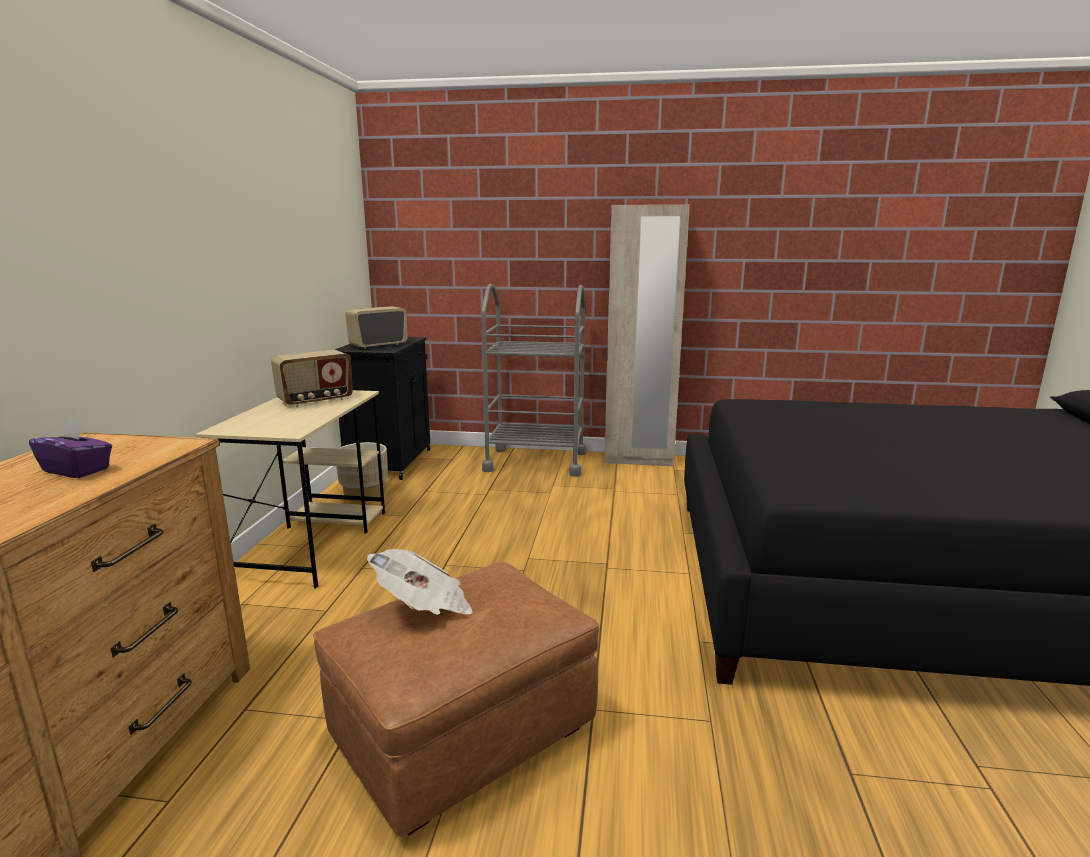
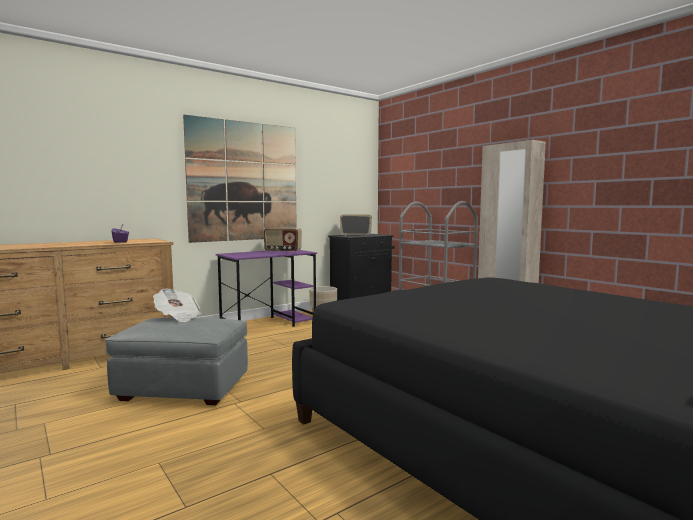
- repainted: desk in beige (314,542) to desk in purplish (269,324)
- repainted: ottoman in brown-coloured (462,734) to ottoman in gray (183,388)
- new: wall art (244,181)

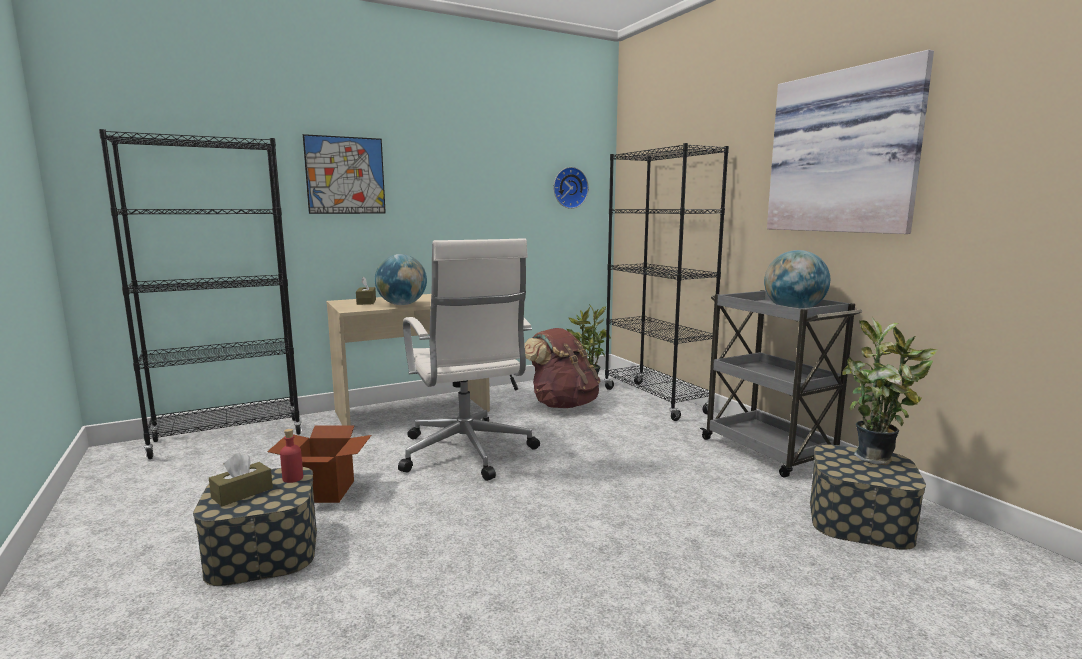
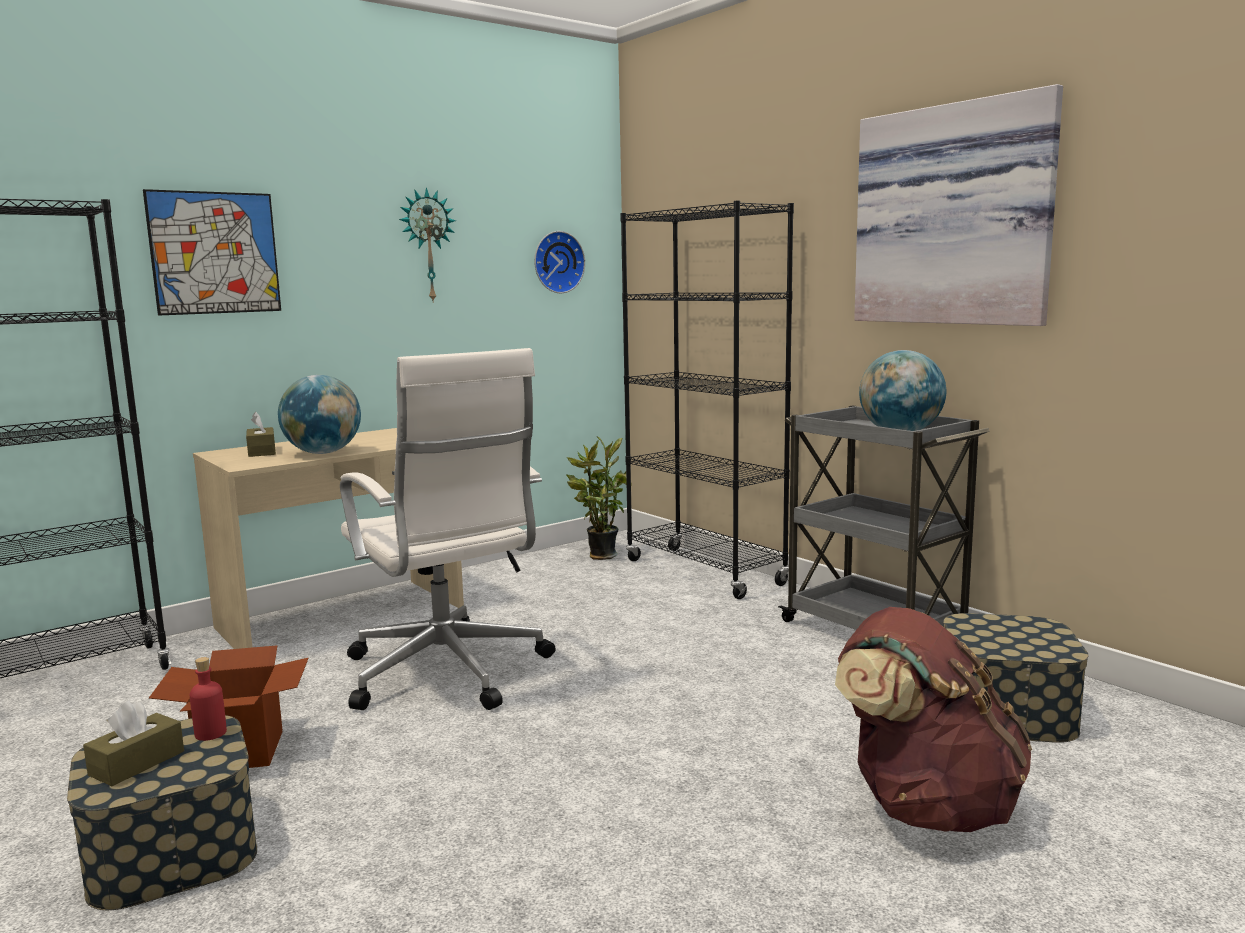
- gone: potted plant (878,459)
- shifted: backpack in brown-coloured (562,404) to (925,806)
- new: wall clock (427,246)

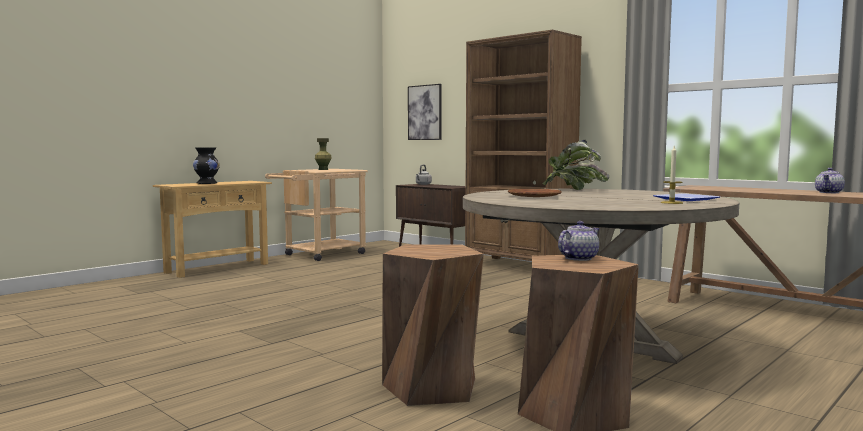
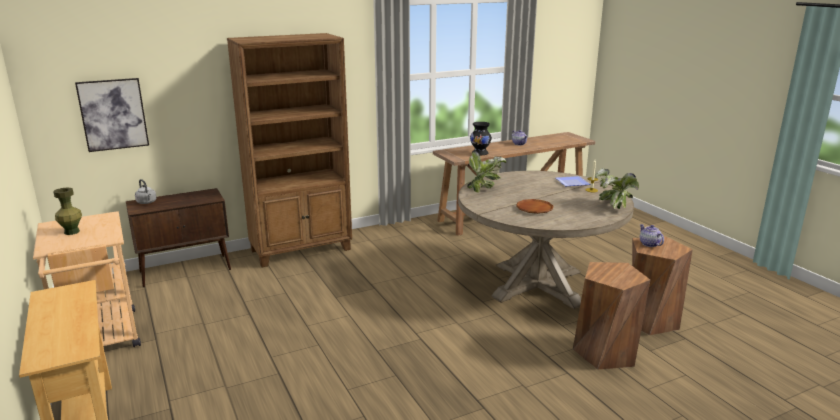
- shifted: decorative vase in black-coloured (207,183) to (480,153)
- new: potted plant (614,206)

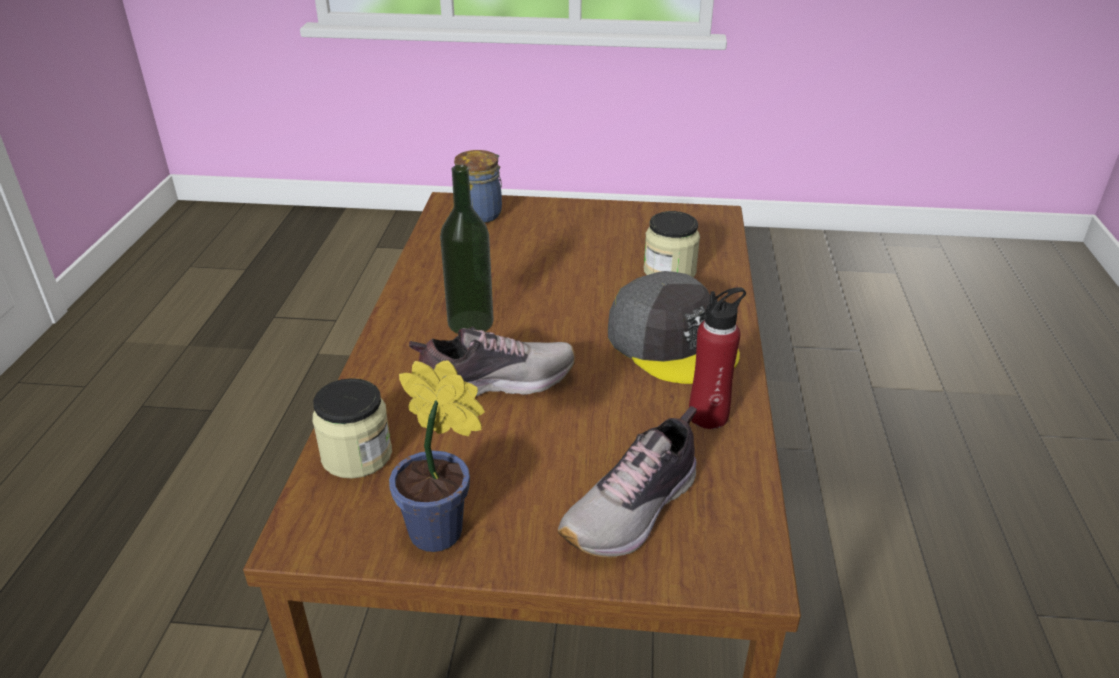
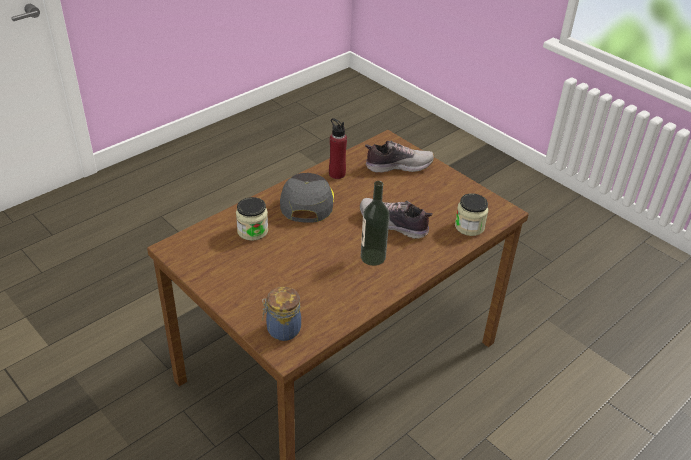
- gone: potted plant (443,534)

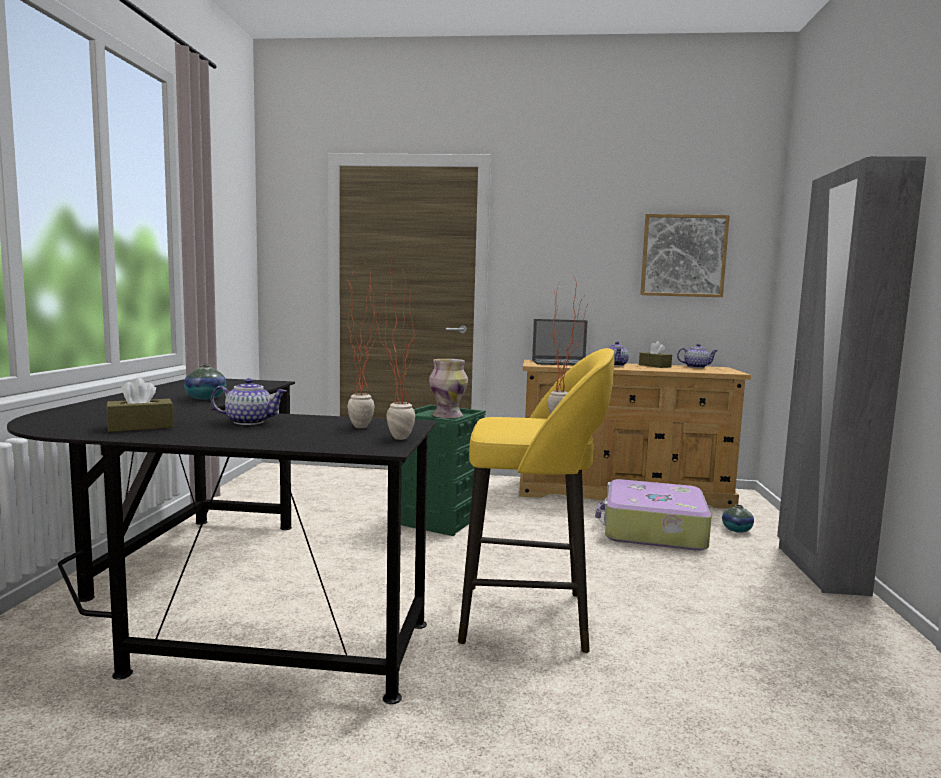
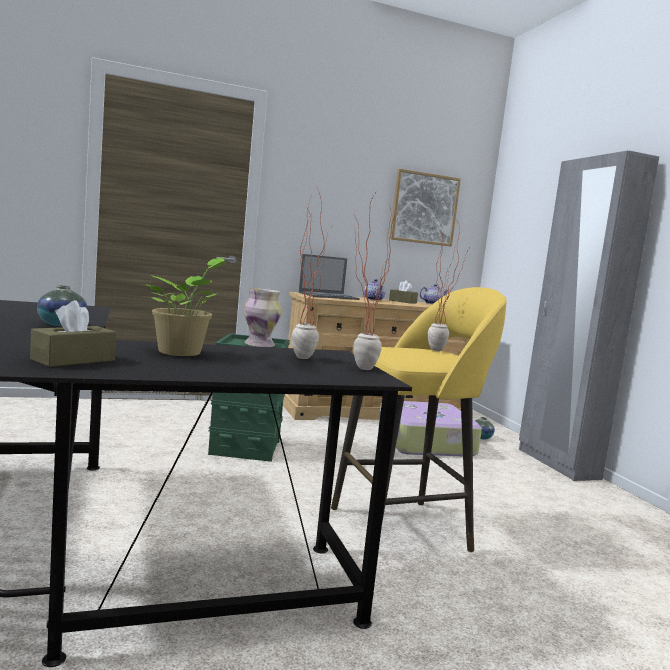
- swapped: teapot (250,422) to potted plant (182,353)

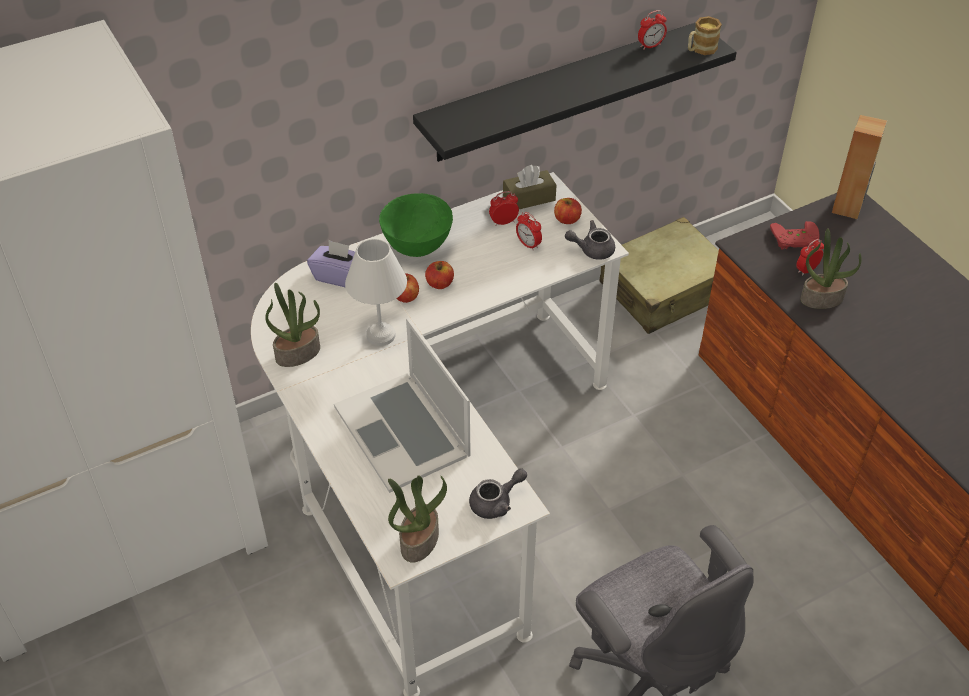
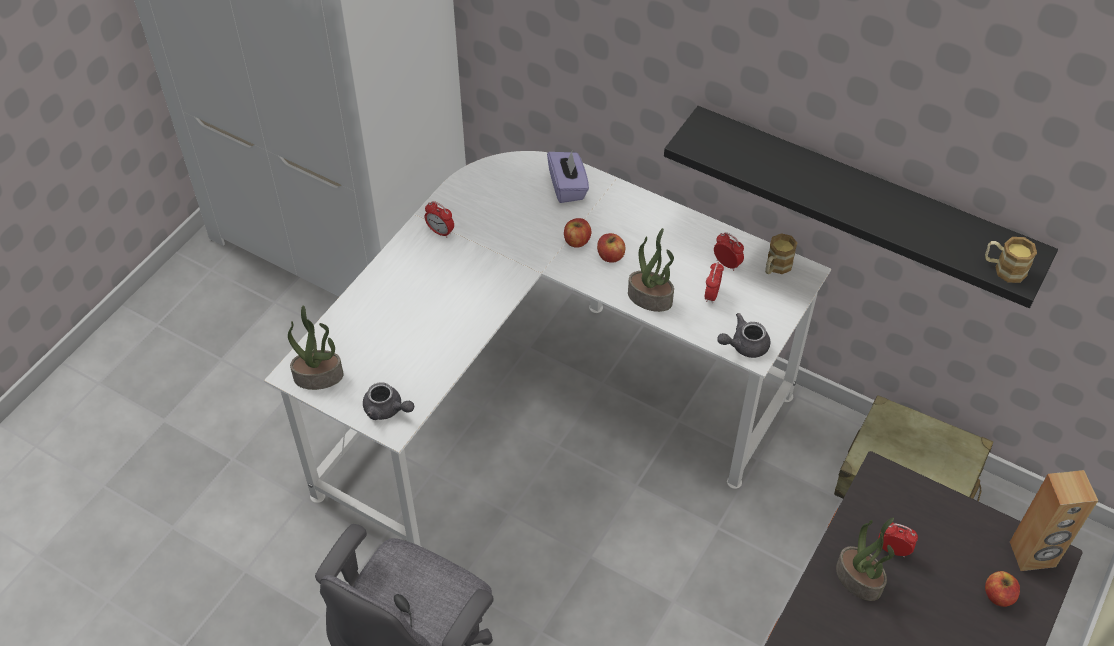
- shifted: table clock (650,46) to (440,231)
- swapped: tissue box in brown-coloured (529,198) to coffee mug (776,267)
- gone: serving bowl in green-coloured (416,247)
- shifted: apple fruit (567,219) to (998,595)
- rotated: teapot in gray (592,249) = (744,345) 75 degrees counterclockwise
- gone: joypad in red-coloured (795,240)
- gone: lamp for a table in whitish (382,336)
- shifted: potted plant (298,353) to (651,298)
- gone: portable computer (402,430)

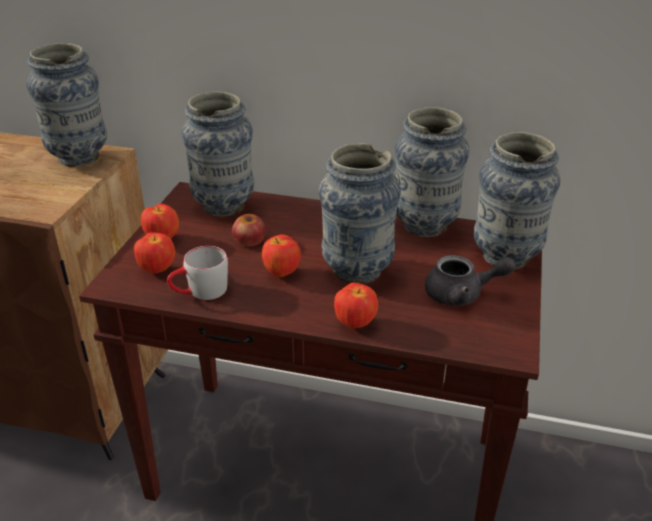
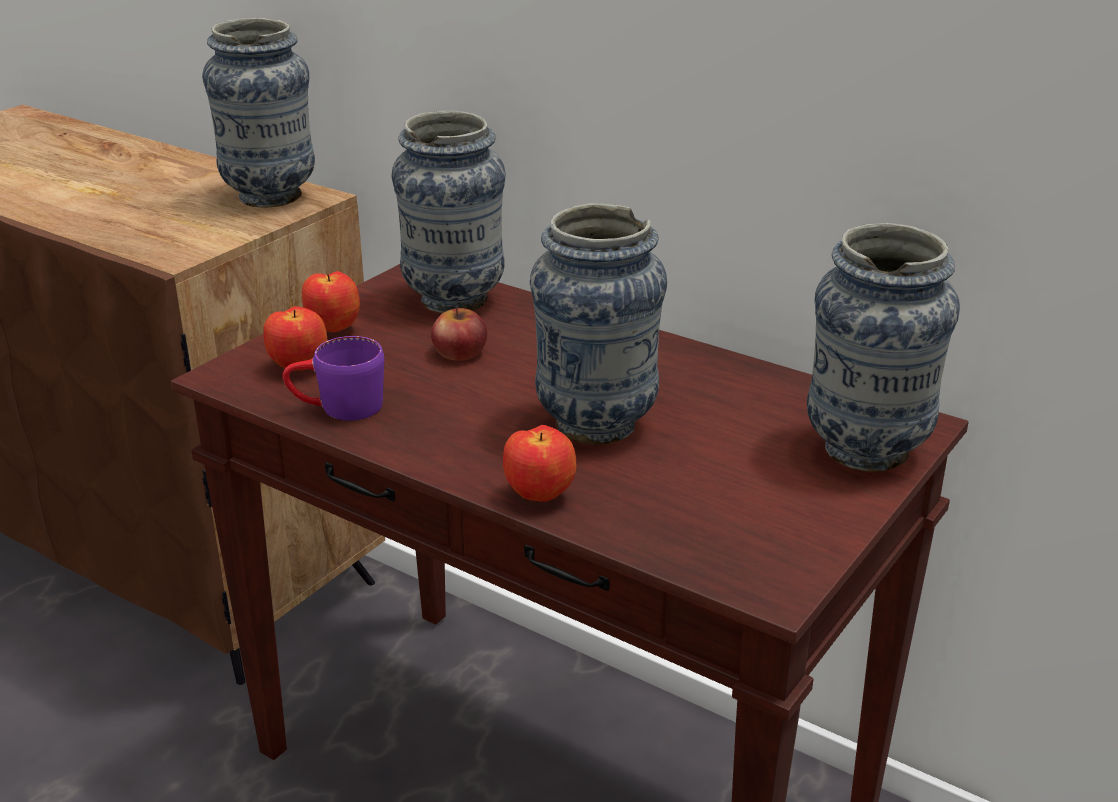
- gone: decorative vase (425,226)
- gone: apple fruit (282,273)
- repainted: coffee mug in gray (200,292) to coffee mug in purplish (337,408)
- gone: teapot in gray (462,294)

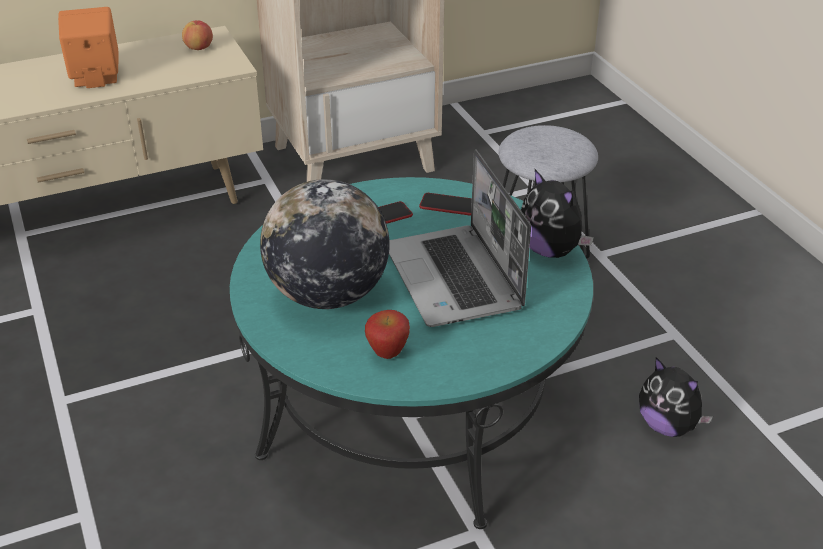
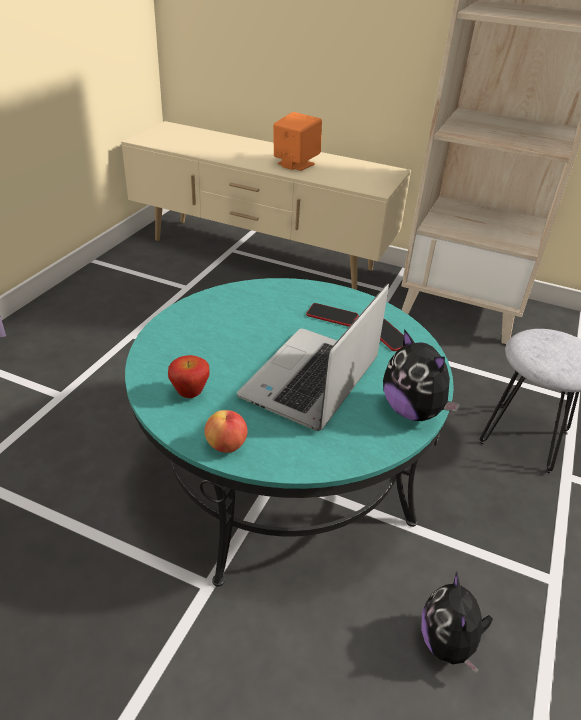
- shifted: apple fruit (199,48) to (226,445)
- rotated: cuddly toy (551,250) = (413,410) 45 degrees counterclockwise
- gone: world globe (328,295)

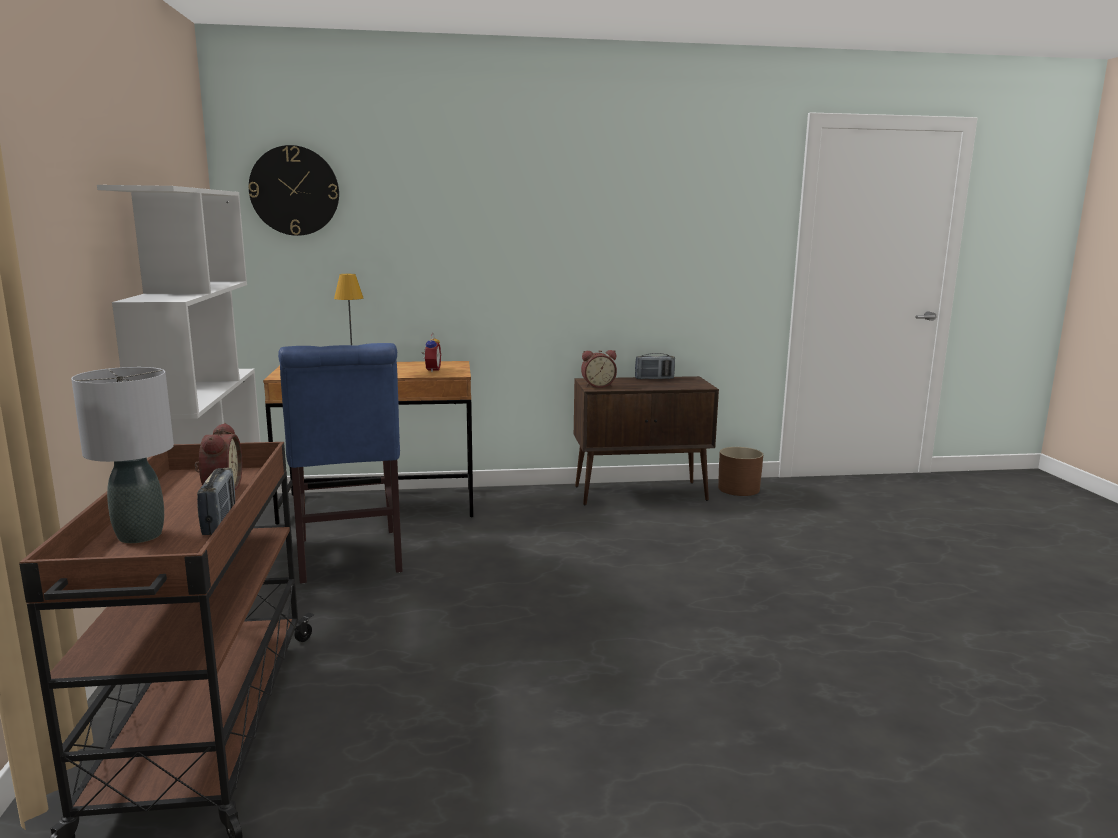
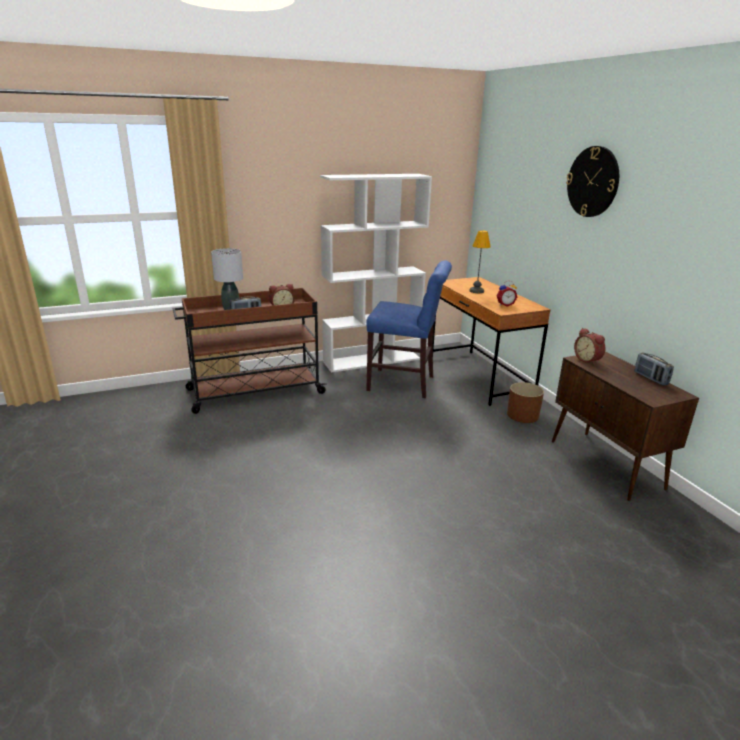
- shifted: wall clock (294,191) to (593,182)
- rotated: plain chair in bluish (349,559) = (405,384) 135 degrees counterclockwise
- shifted: flower pot in brown-coloured (739,489) to (523,415)

